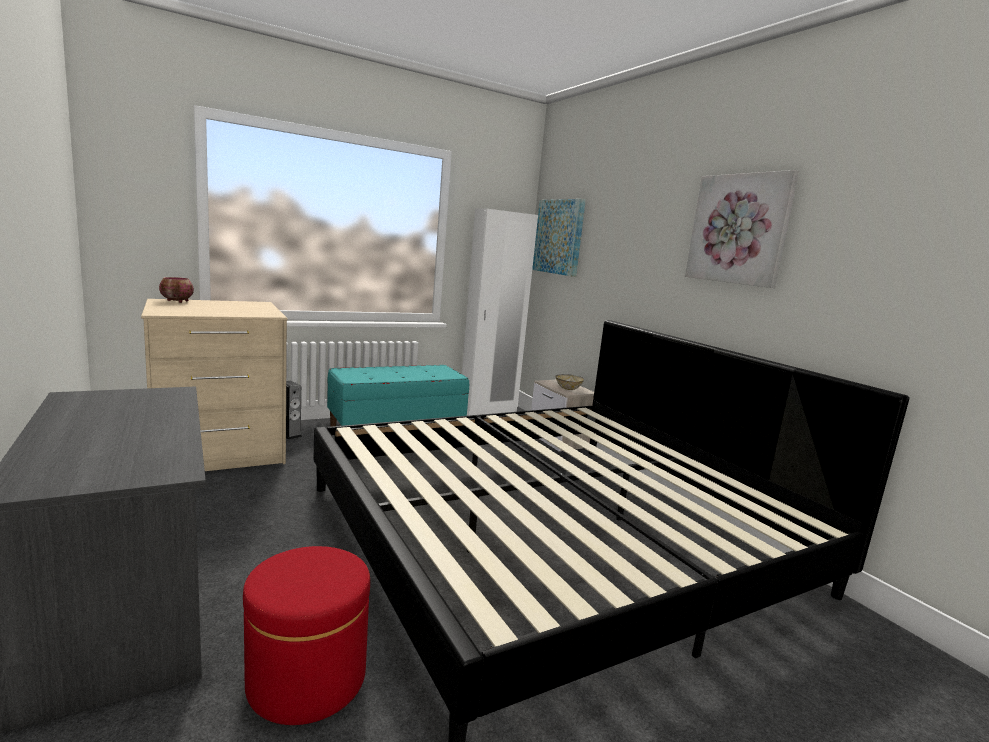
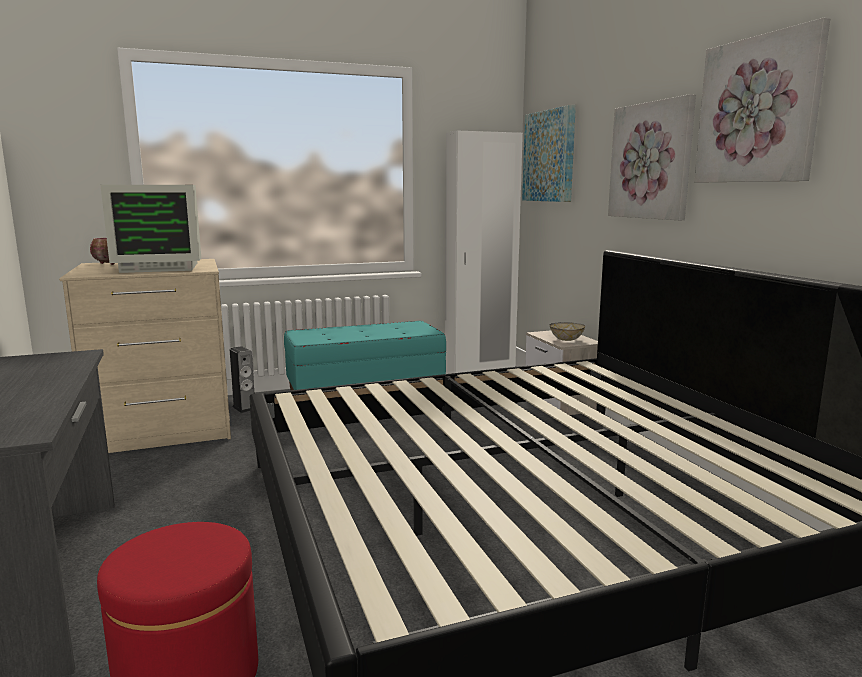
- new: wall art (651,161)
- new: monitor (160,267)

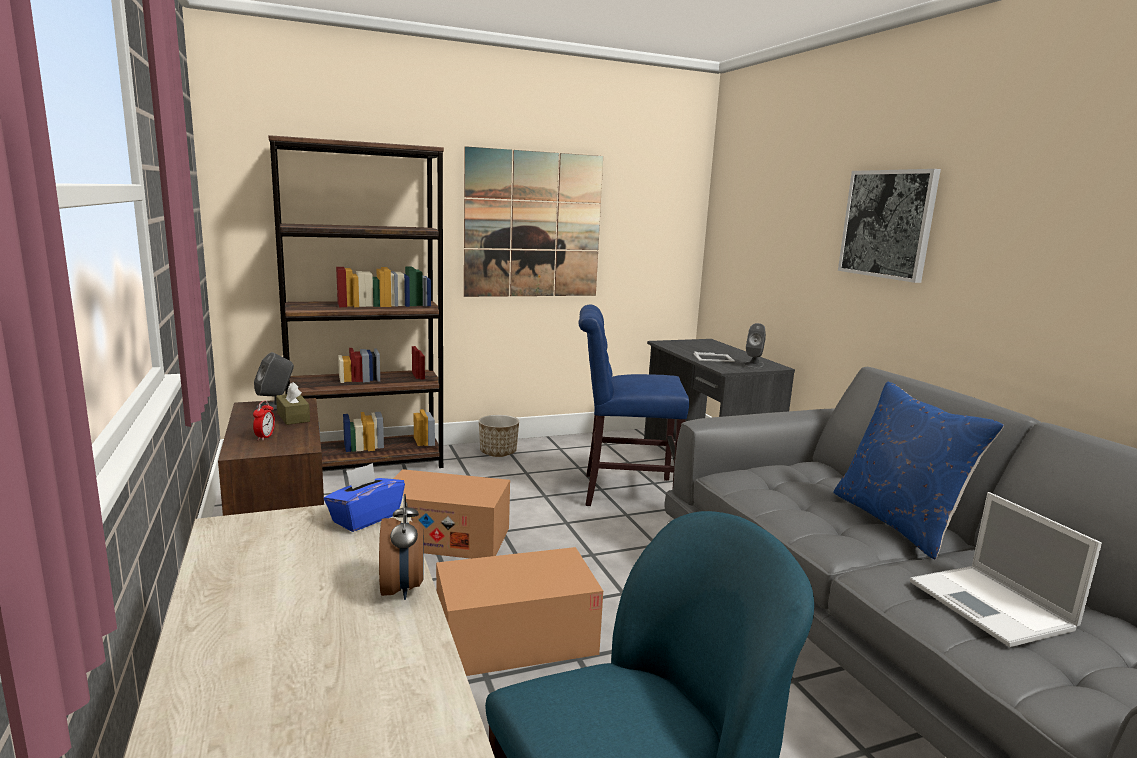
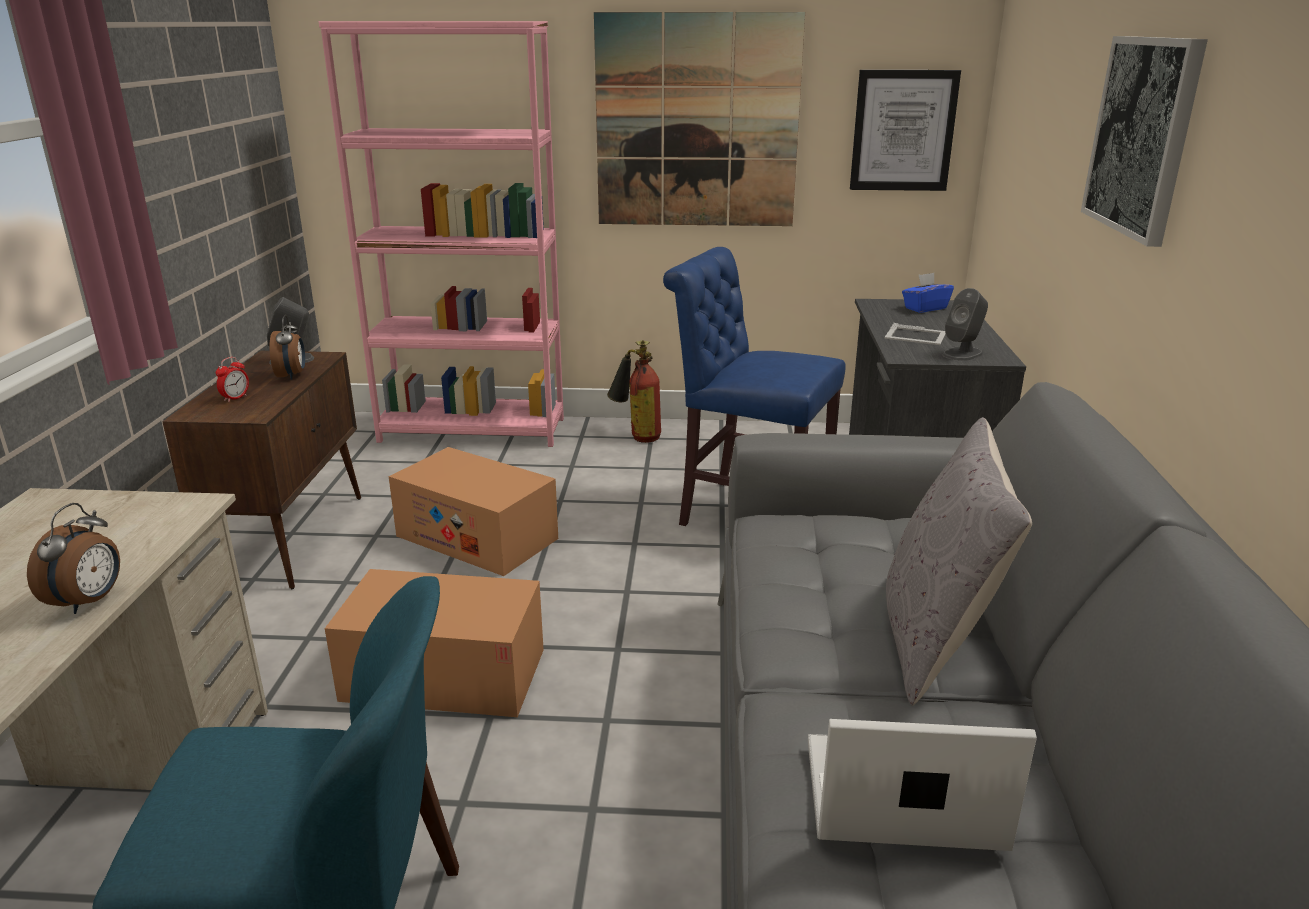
- repainted: bookshelf in brown-coloured (367,463) to bookshelf in pink (473,430)
- swapped: tissue box in brown-coloured (293,417) to table clock (292,375)
- repainted: pillow in bluish (897,522) to pillow in gray (936,637)
- swapped: flower pot (498,452) to fire-fighting cylinder (636,435)
- shifted: tissue box in bluish (365,518) to (925,308)
- rotated: portable computer (992,606) = (897,795) 90 degrees clockwise
- new: wall art (903,131)

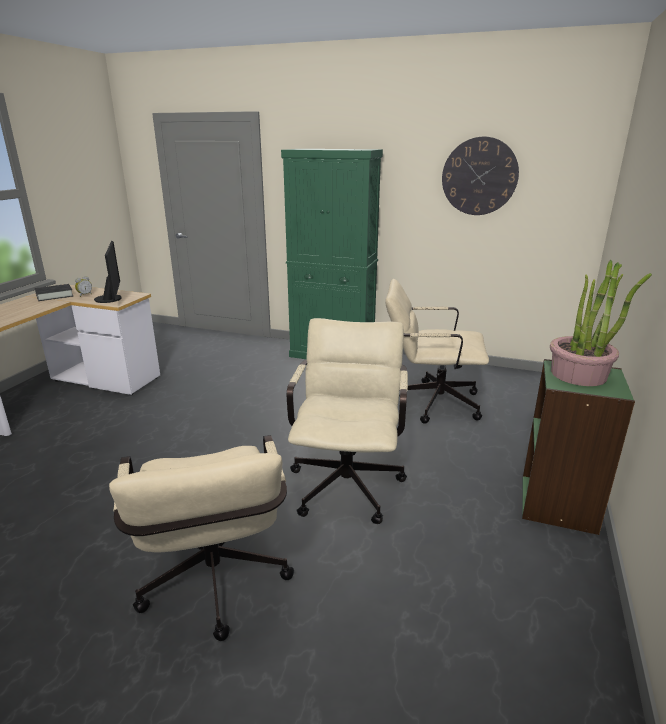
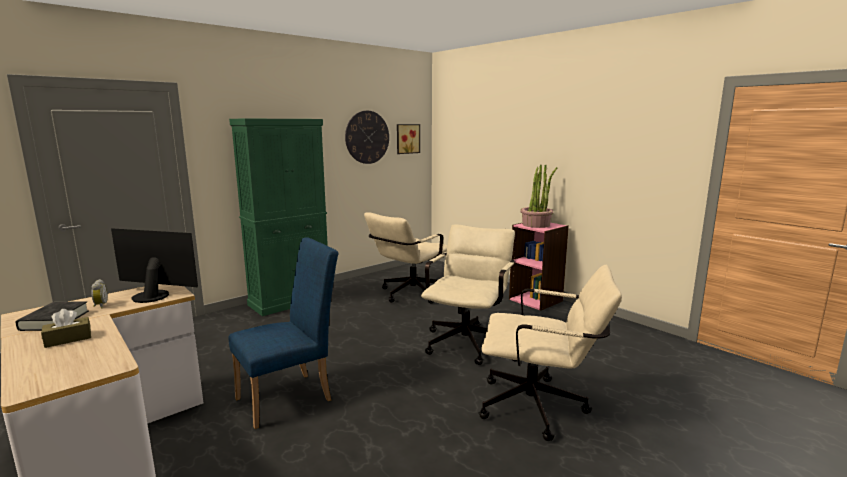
- rotated: desk chair in beige (348,480) = (467,340) 75 degrees clockwise
- repainted: bookshelf in green-coloured (559,504) to bookshelf in pink (536,300)
- new: wall art (407,138)
- new: plain chair in bluish (291,397)
- new: tissue box in brown-coloured (68,339)

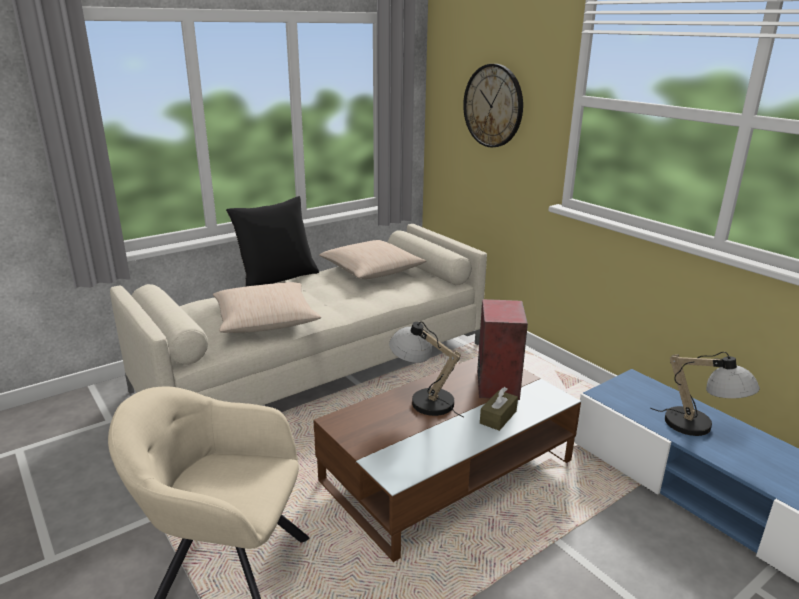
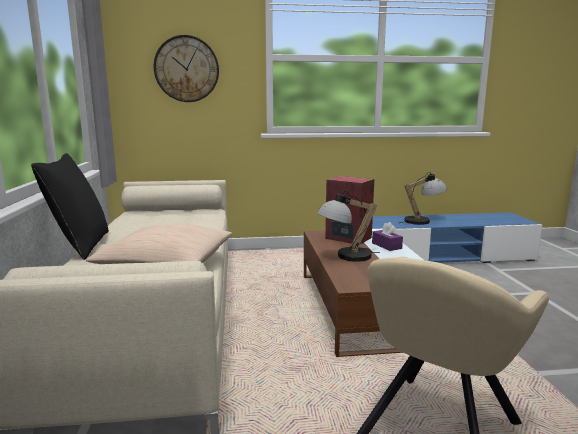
- gone: pillow in beige (371,270)
- repainted: tissue box in brown-coloured (498,417) to tissue box in purplish (386,246)

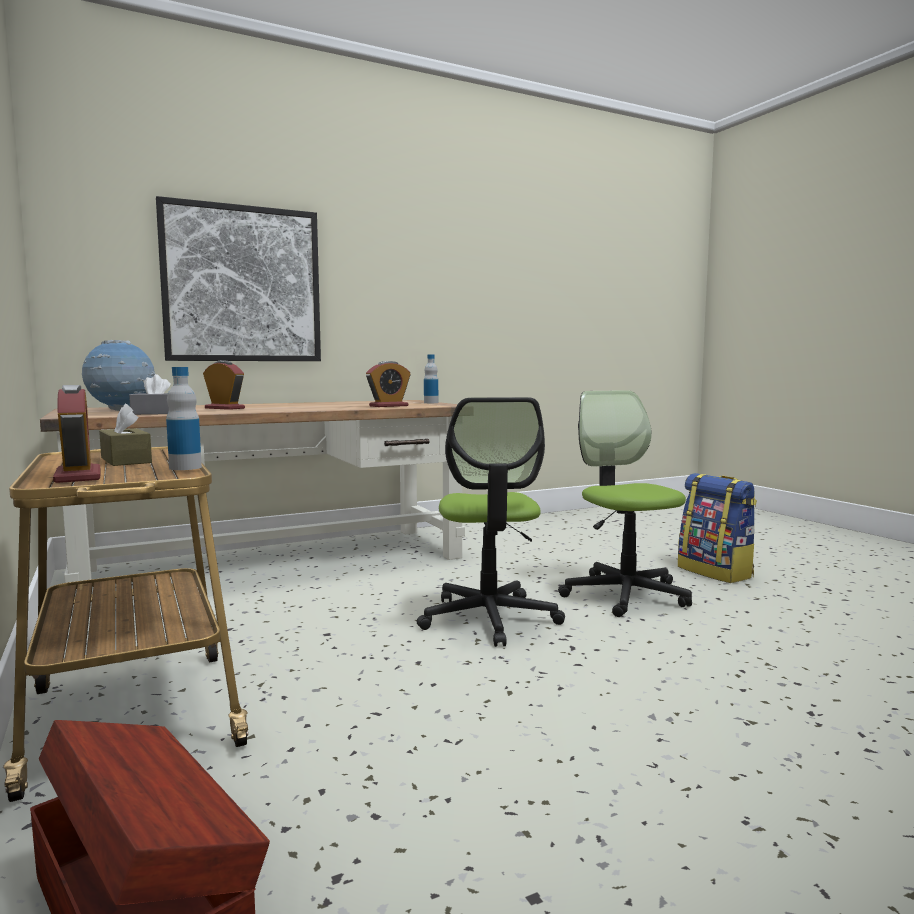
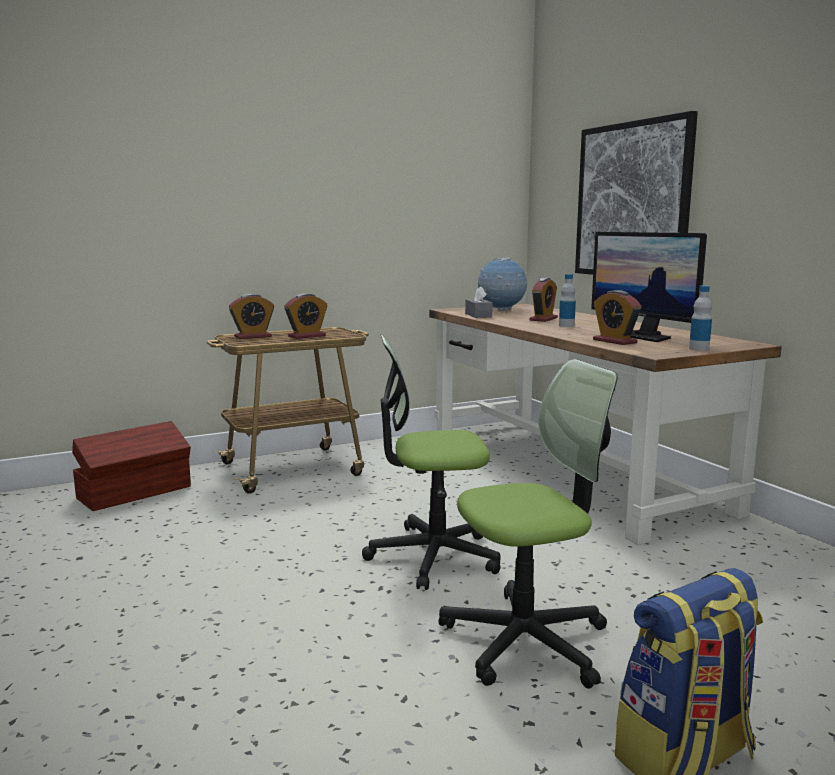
- shifted: drink bottle (185,467) to (566,325)
- swapped: tissue box in brown-coloured (126,460) to table clock (307,336)
- new: monitor (643,336)

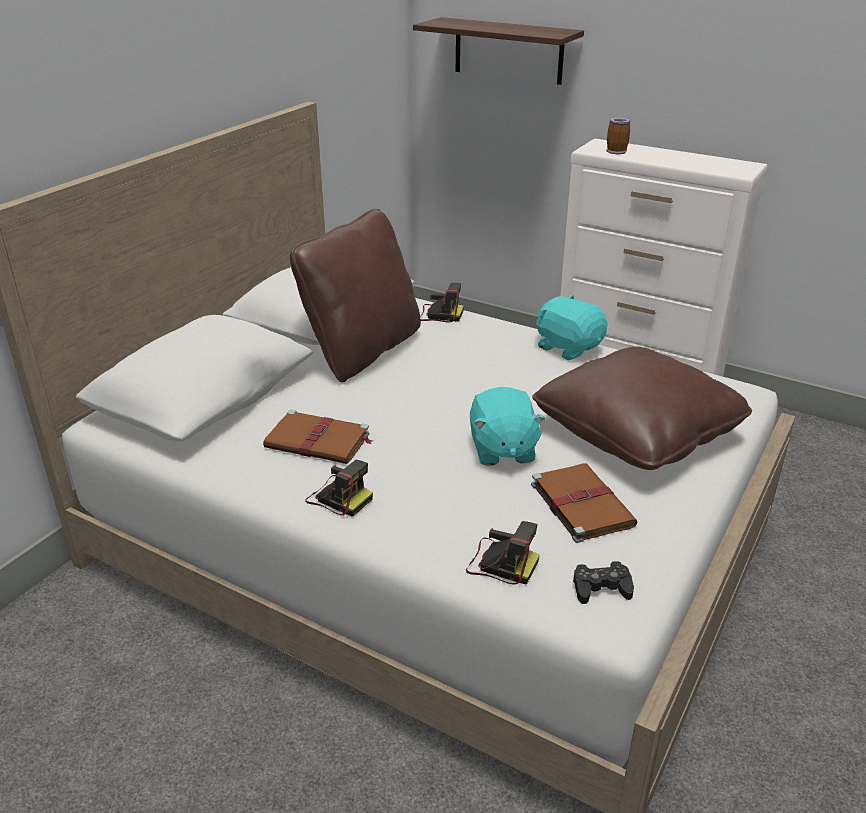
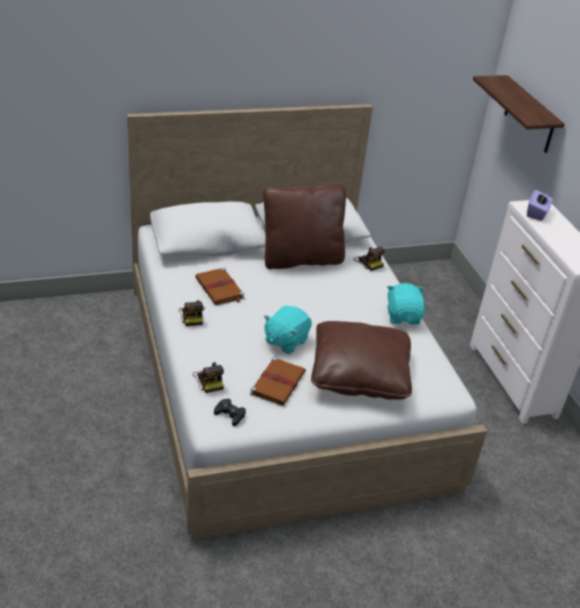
- swapped: coffee mug (615,151) to tissue box in purplish (537,213)

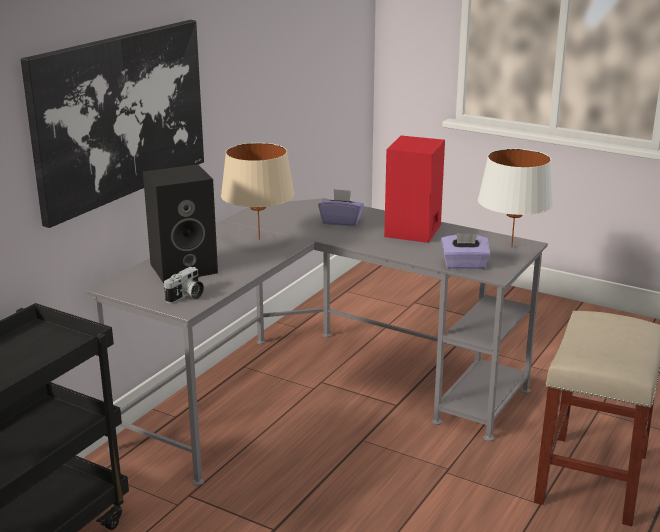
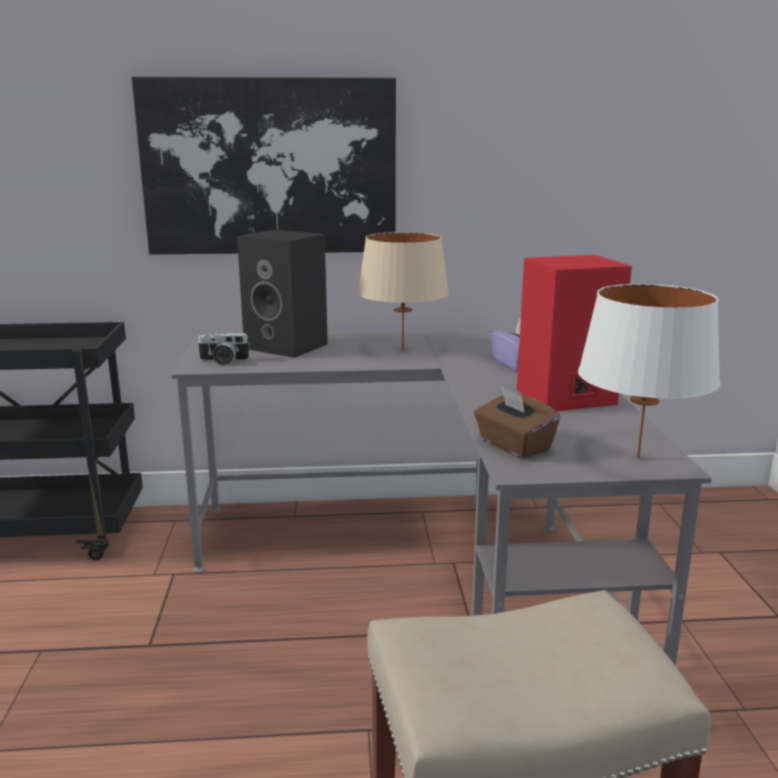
- repainted: tissue box in purplish (464,265) to tissue box in brown-coloured (513,445)

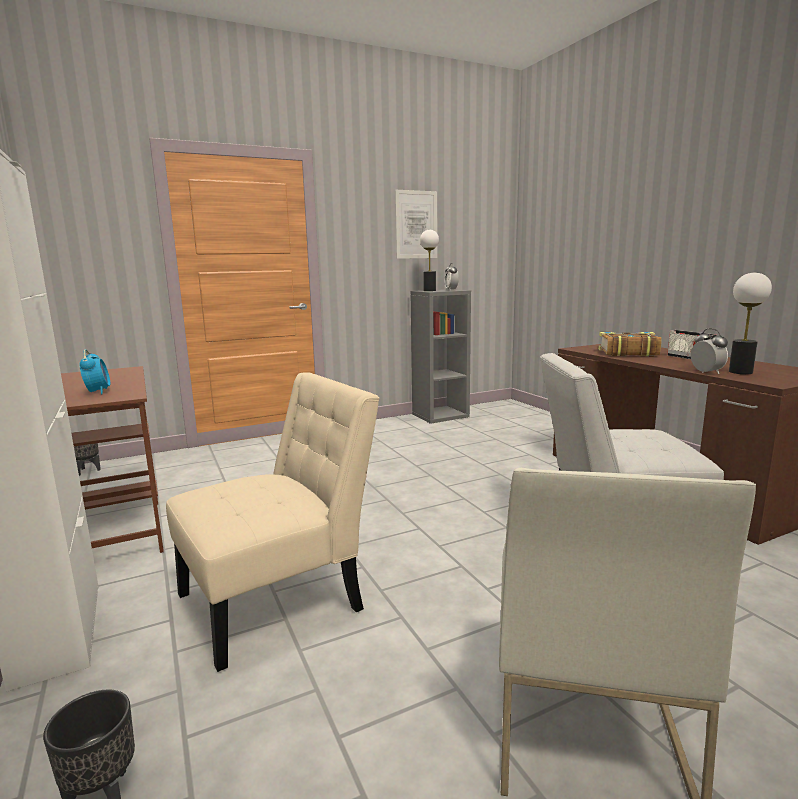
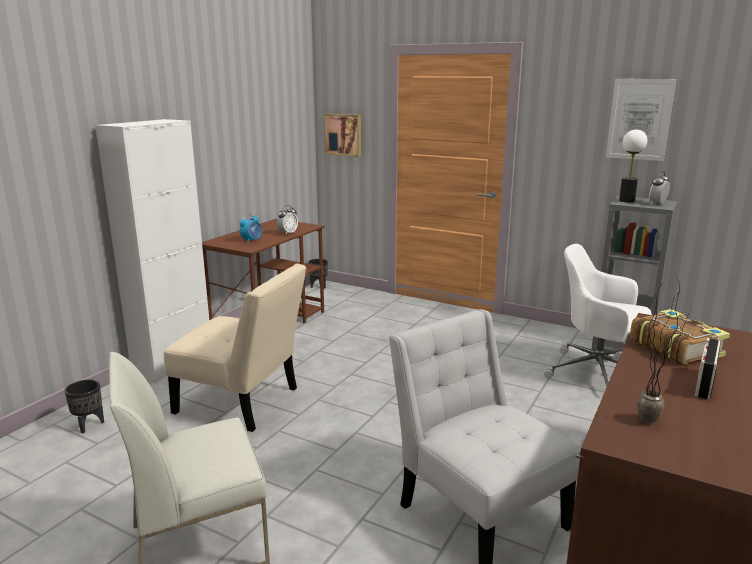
- swapped: lamp for a table (740,372) to potted plant (654,419)
- shifted: table clock (706,372) to (288,233)
- new: wall art (343,134)
- new: desk chair in whitish (597,374)

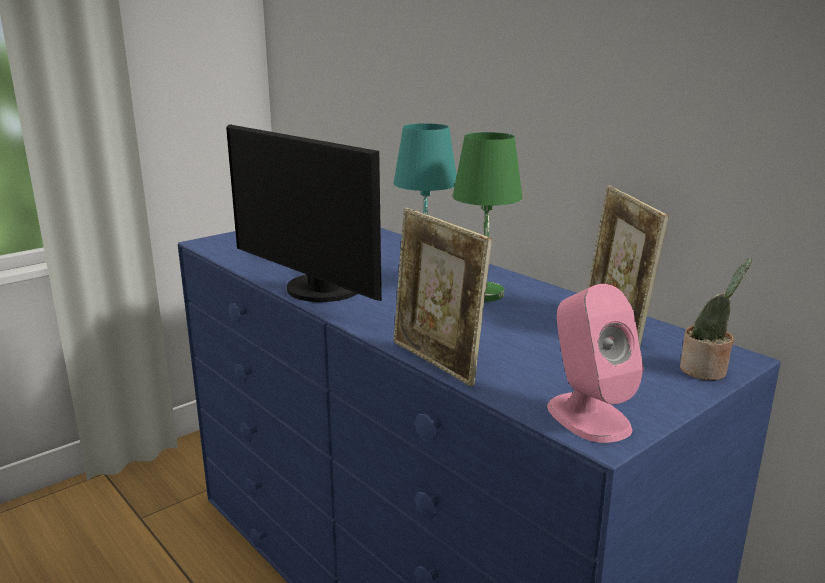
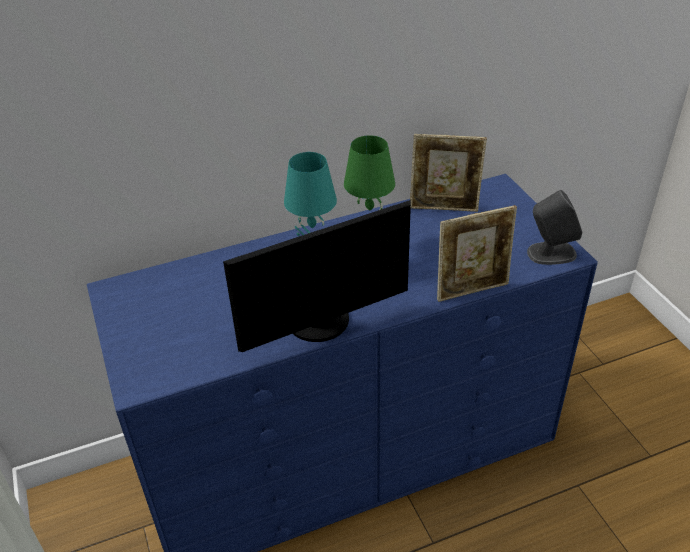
- gone: potted plant (706,371)
- repainted: audio speaker in pink (587,416) to audio speaker in gray (550,253)

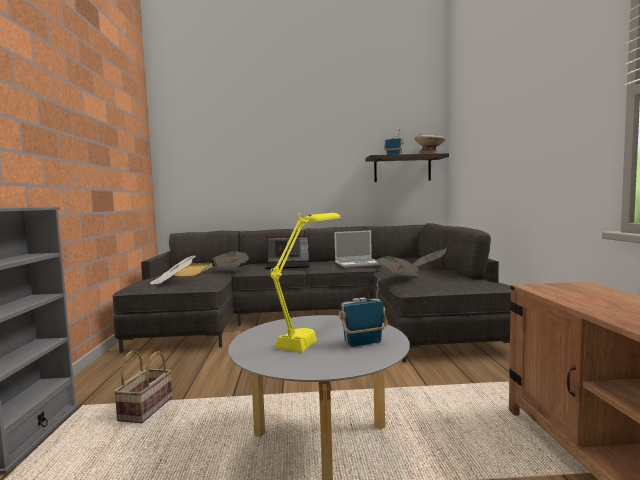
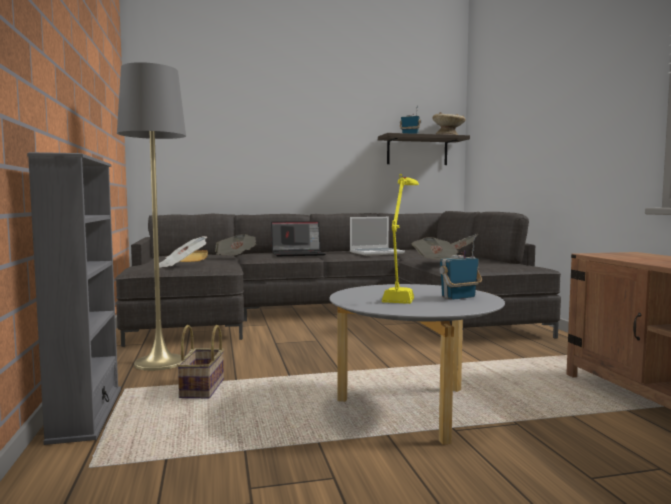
- new: floor lamp in gray (159,362)

